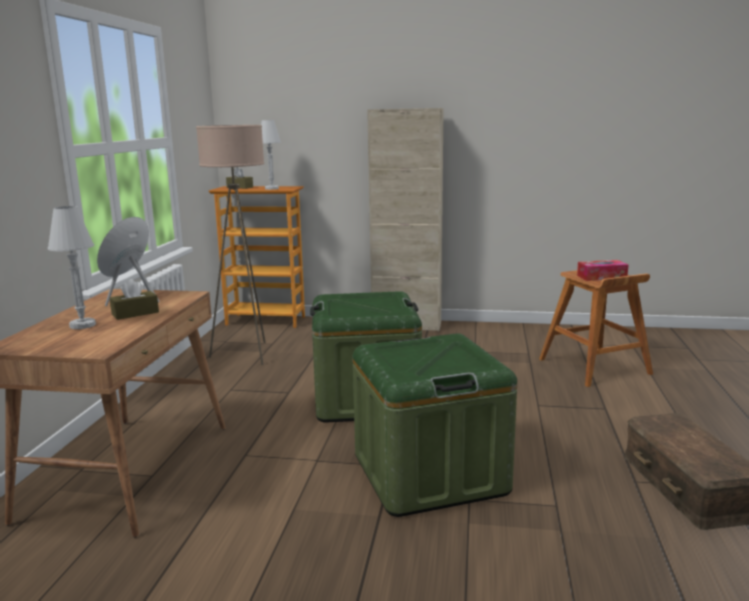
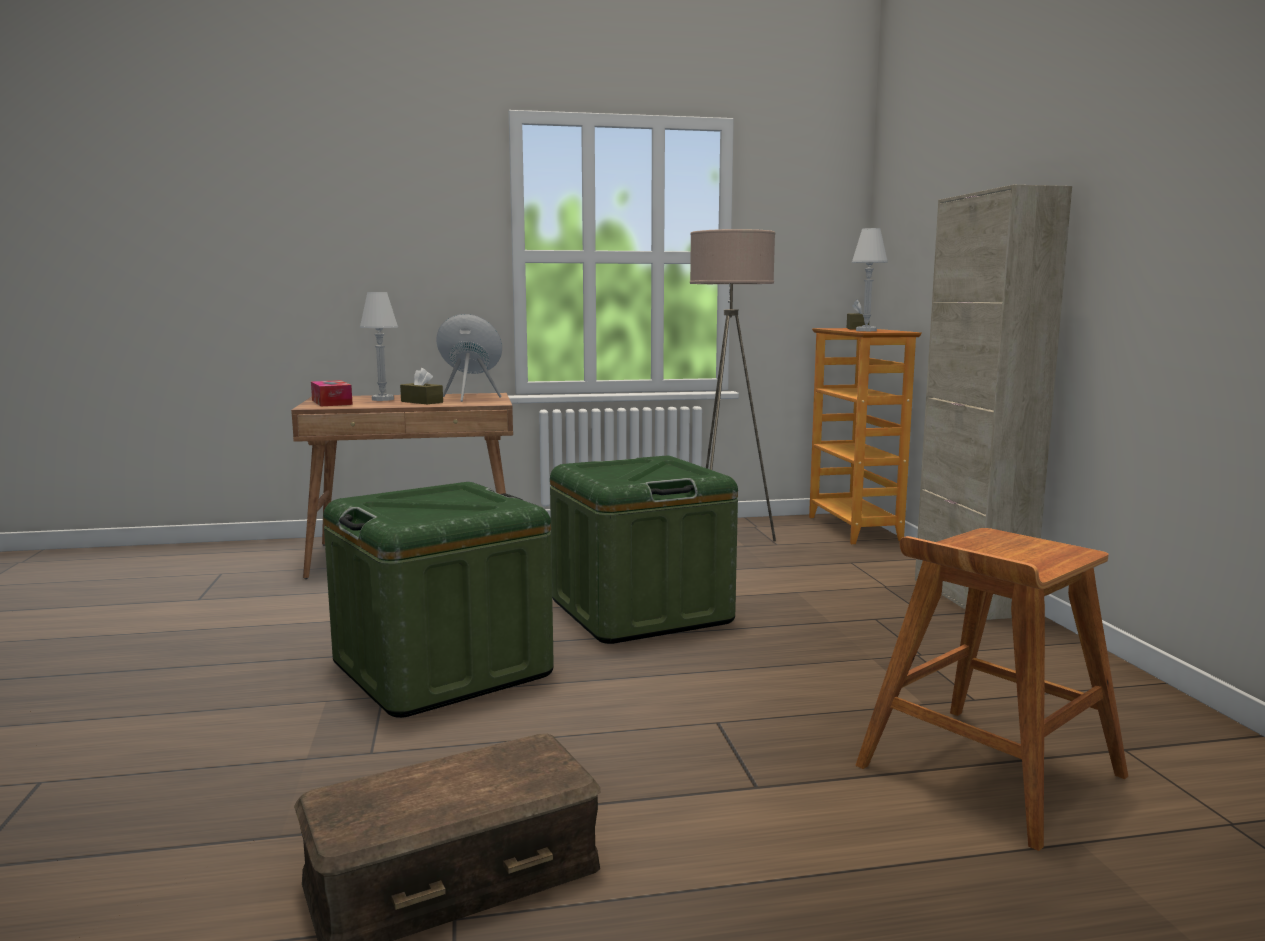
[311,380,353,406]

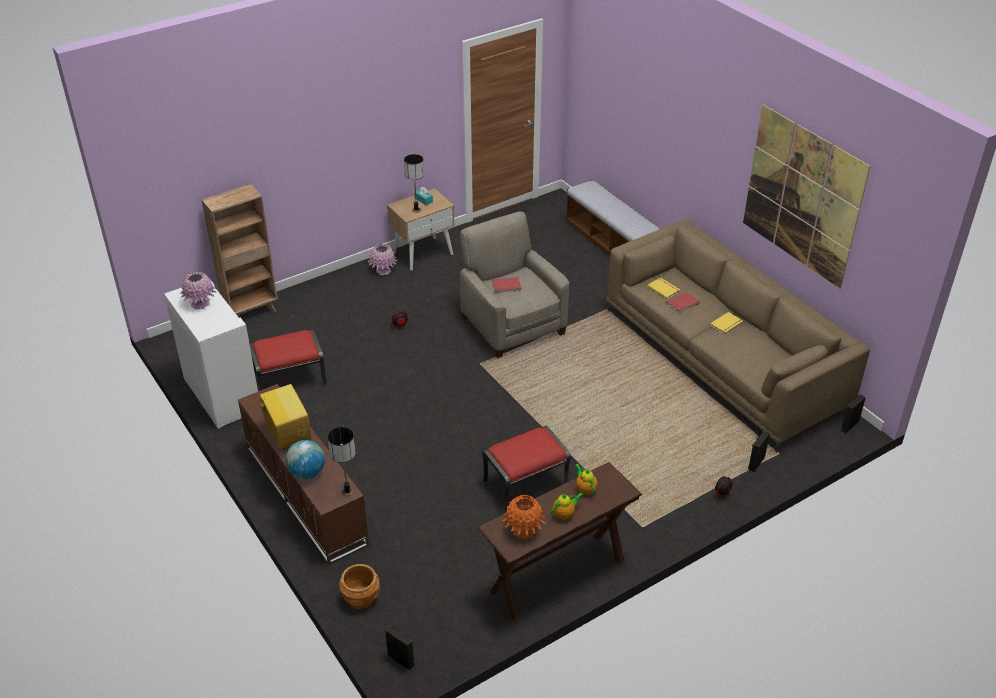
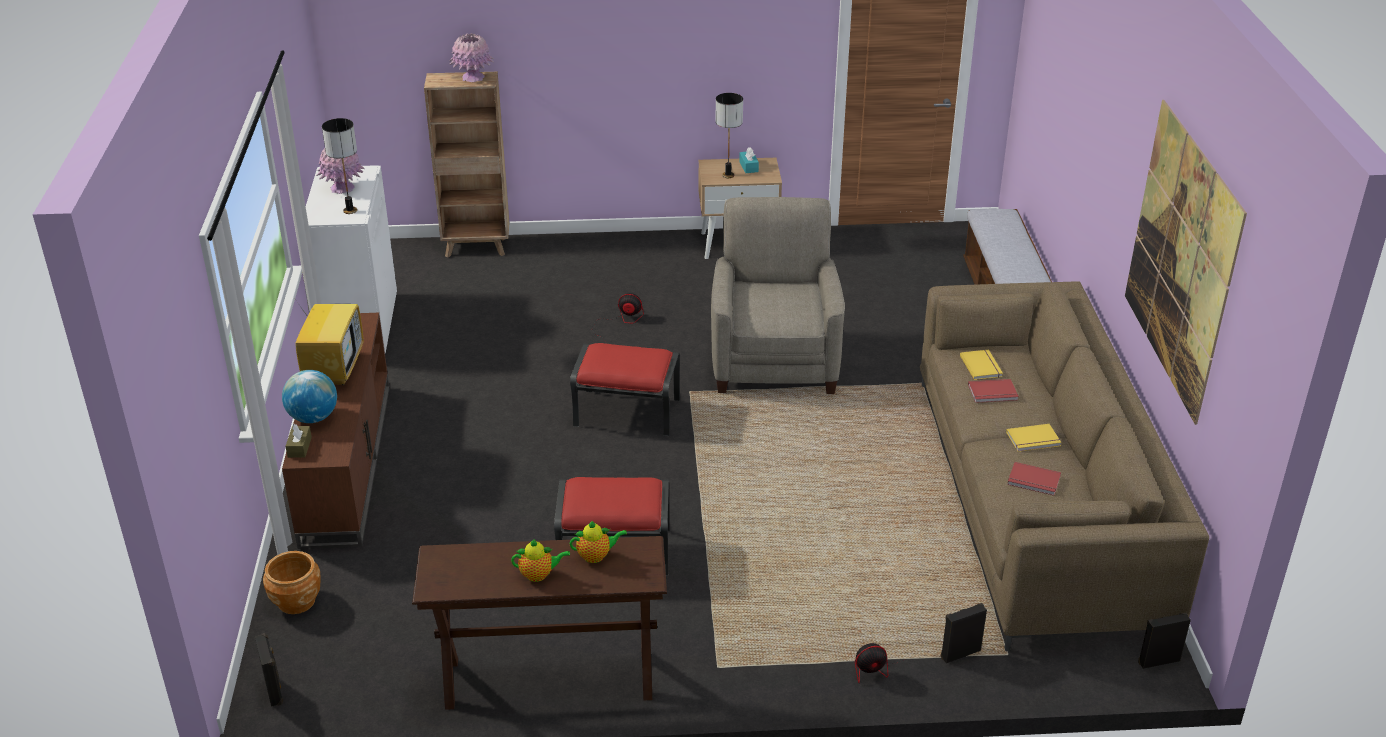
[449,33,494,82]
[1007,462,1061,496]
[570,343,680,436]
[322,118,357,214]
[570,521,627,563]
[503,495,546,539] (first image)
[285,424,312,458]

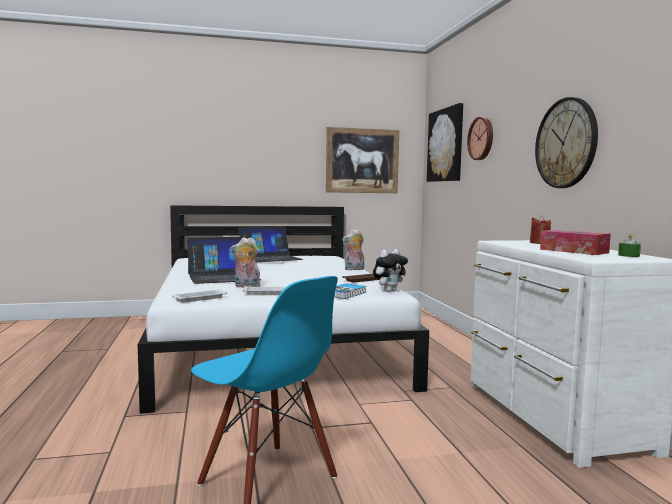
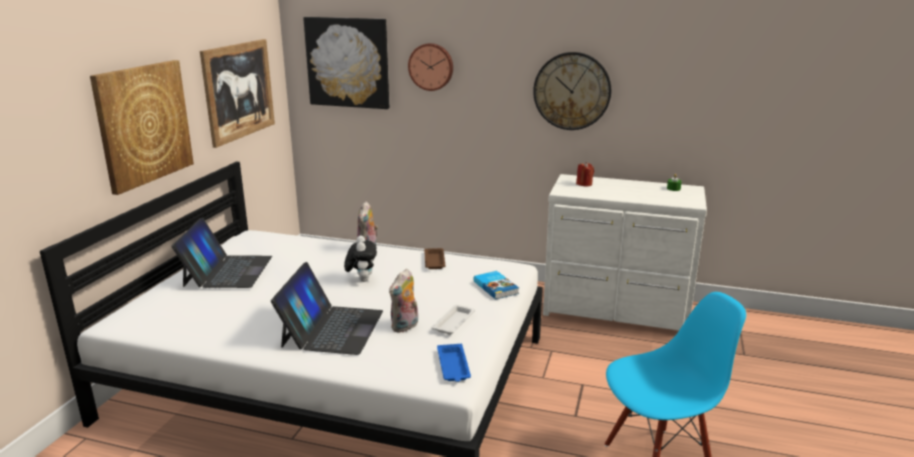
[540,230,611,255] (first image)
[344,235,377,282]
[437,344,471,382]
[90,60,194,195]

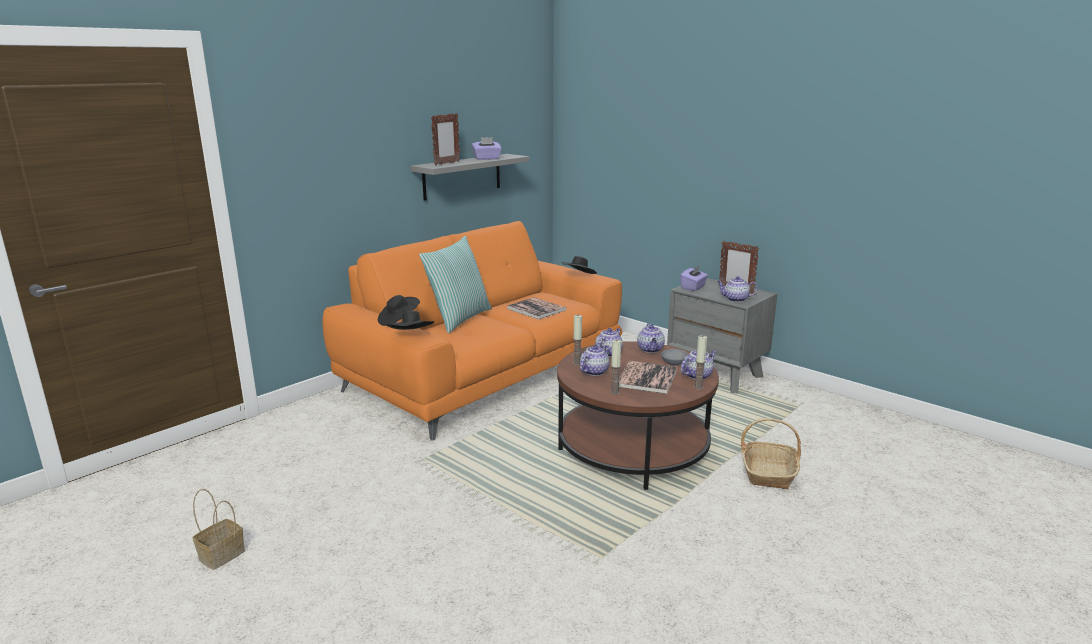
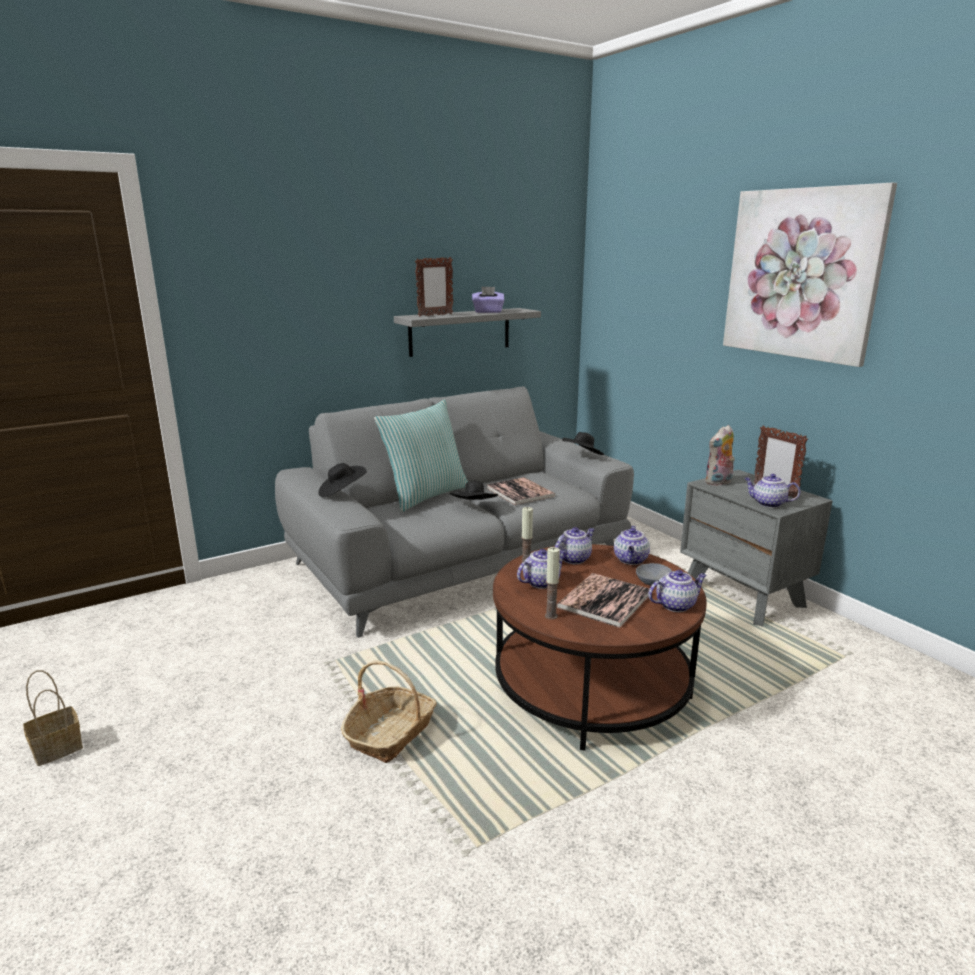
[275,386,634,638]
[705,425,735,486]
[450,481,498,500]
[694,335,707,390] (first image)
[341,660,437,763]
[723,183,897,367]

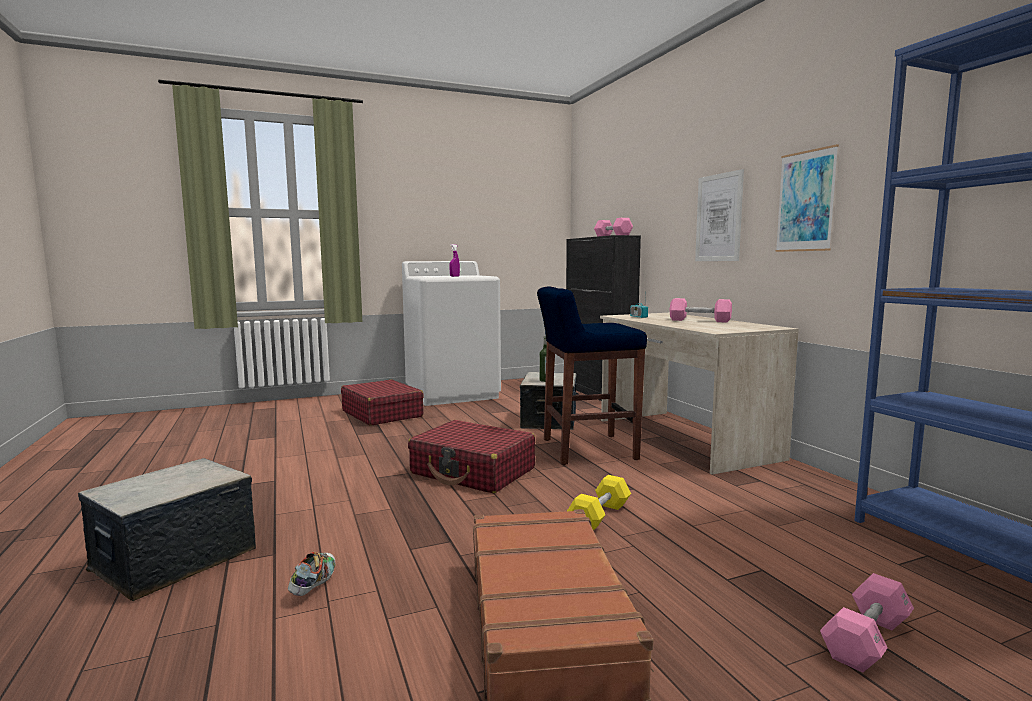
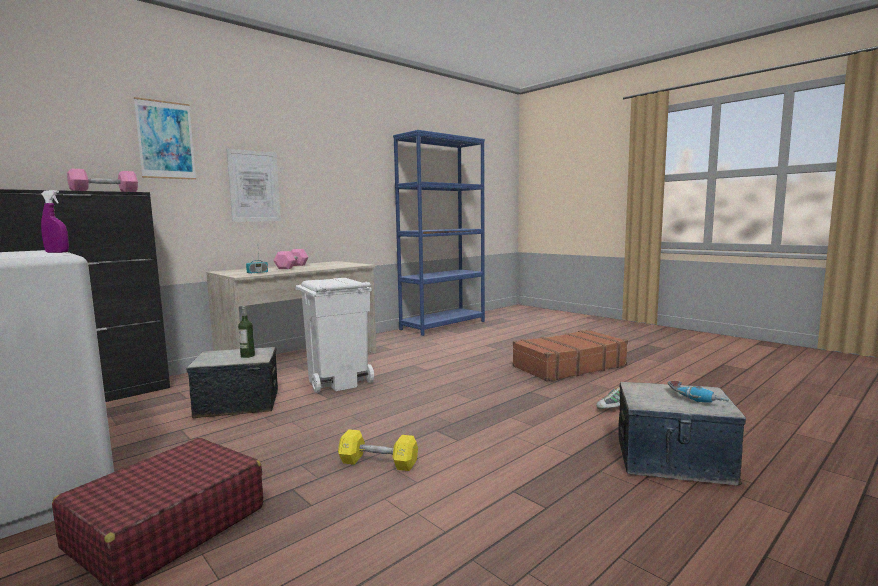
[134,97,196,180]
[295,278,374,393]
[408,420,535,493] (first image)
[338,429,418,471]
[820,573,914,673] (first image)
[668,381,729,403]

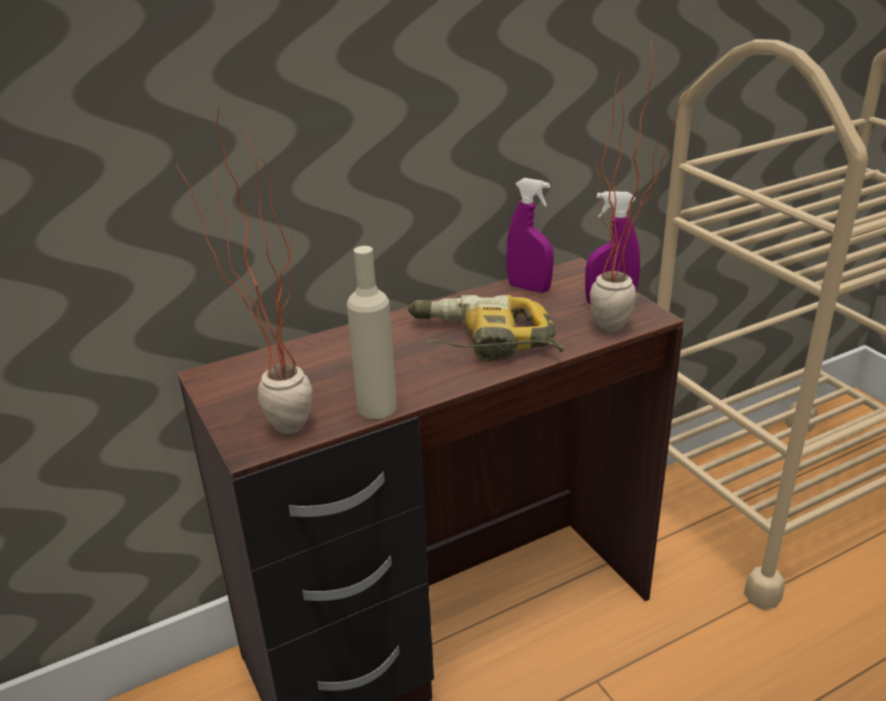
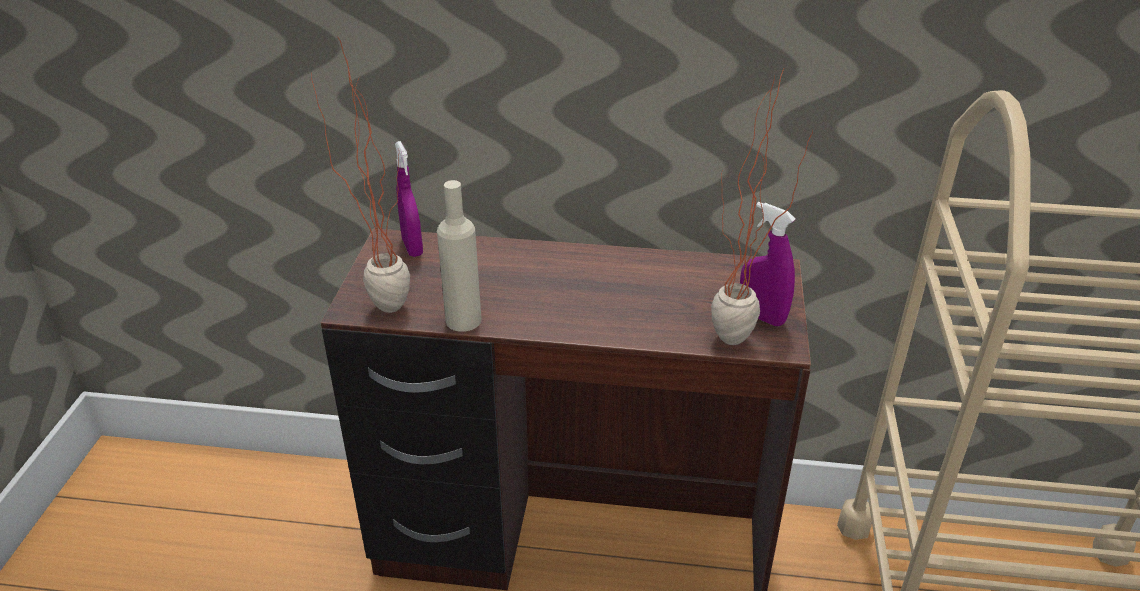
[395,141,423,257]
[408,295,564,361] (first image)

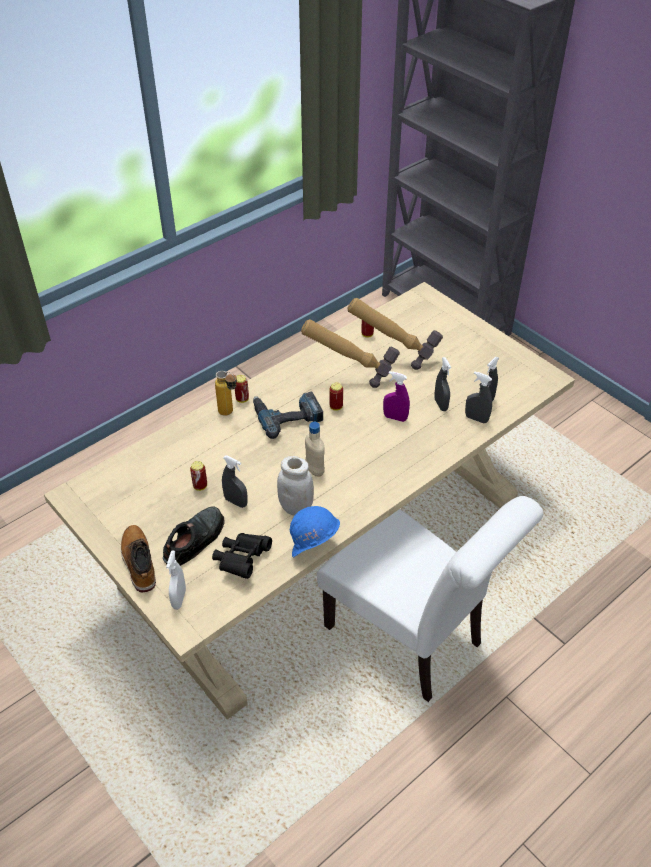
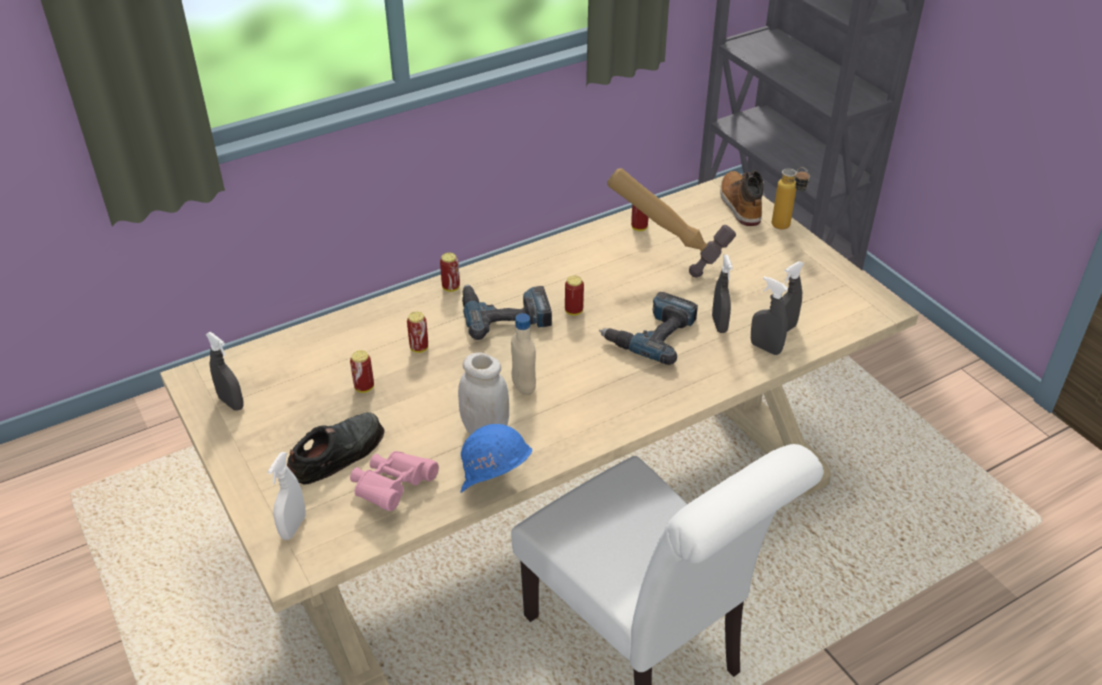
[301,319,400,388] (first image)
[772,167,810,229]
[599,292,698,365]
[205,332,244,411]
[720,171,764,226]
[350,451,439,511]
[407,312,428,353]

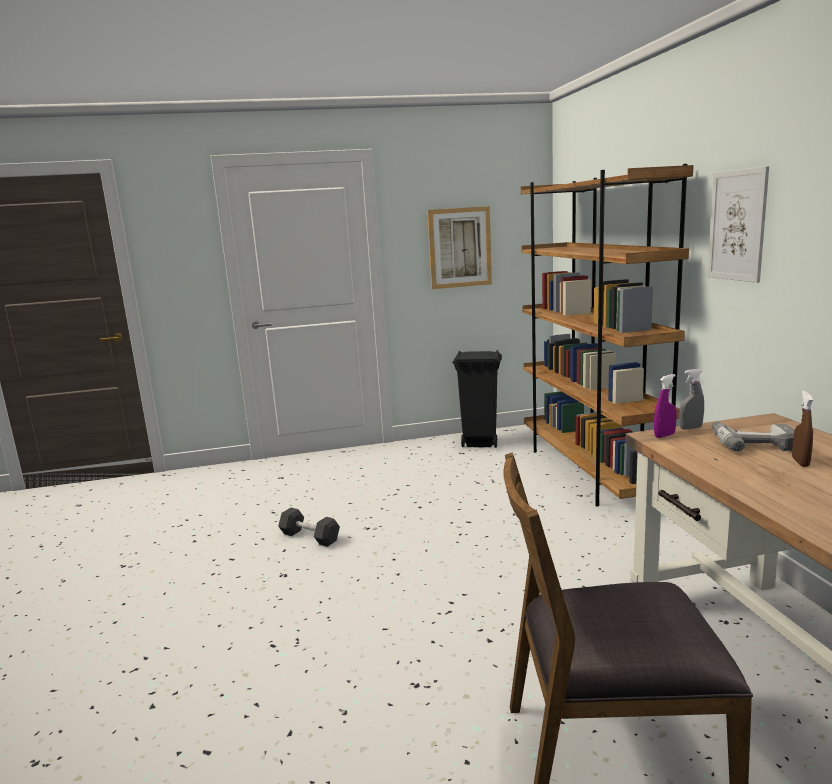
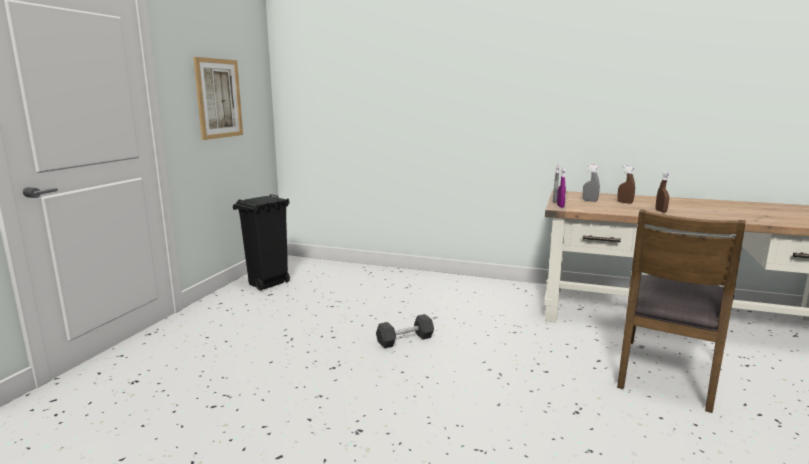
[521,164,694,506] (first image)
[707,166,769,283] (first image)
[583,164,600,202]
[376,314,434,349]
[656,172,671,212]

